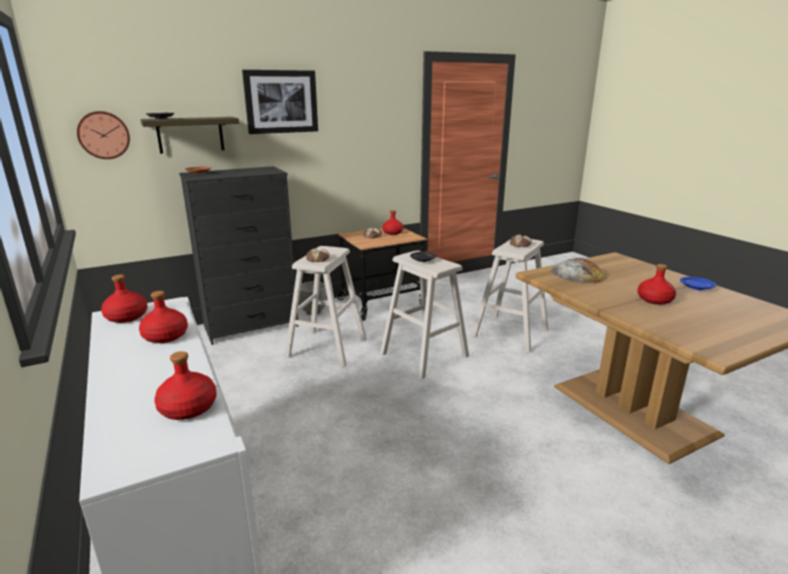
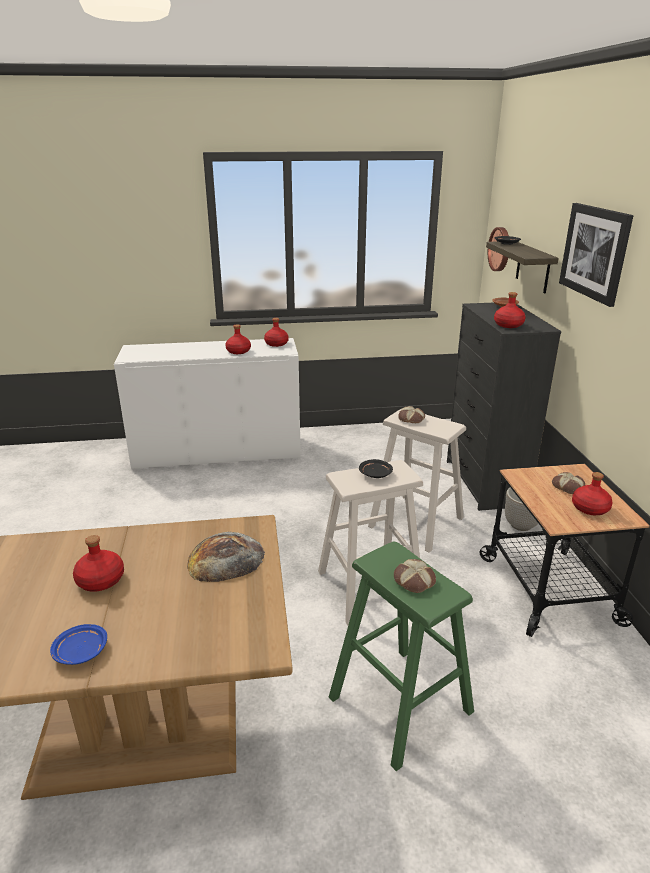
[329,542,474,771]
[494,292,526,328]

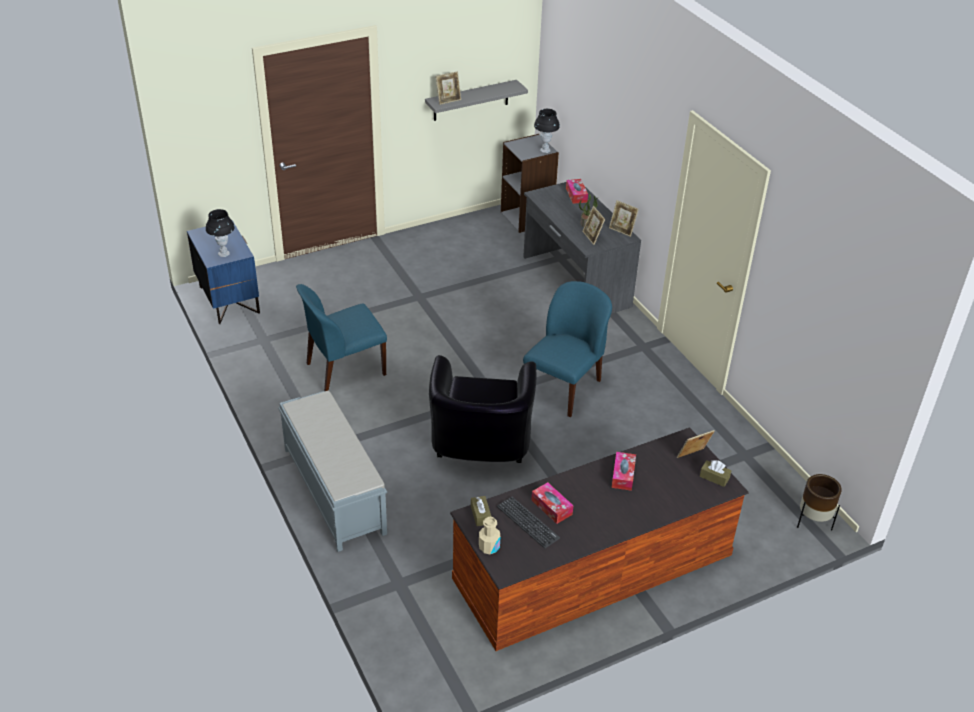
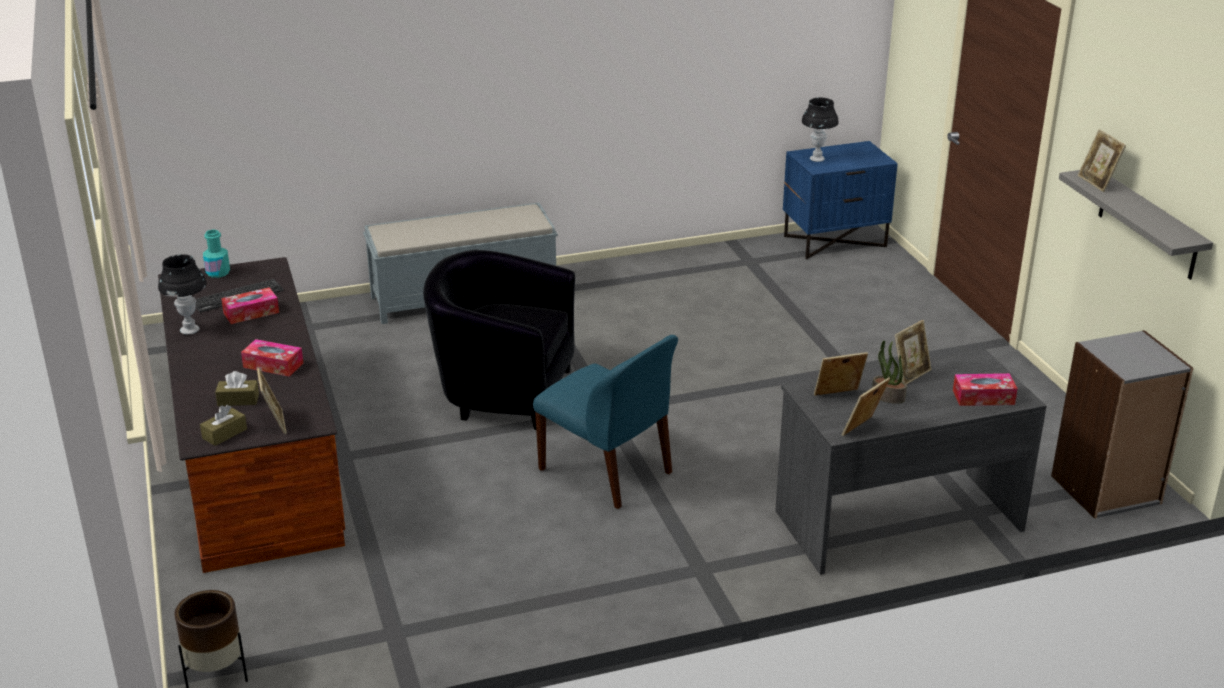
[158,254,207,335]
[296,284,387,391] (first image)
[215,371,259,406]
[203,230,230,278]
[895,320,932,385]

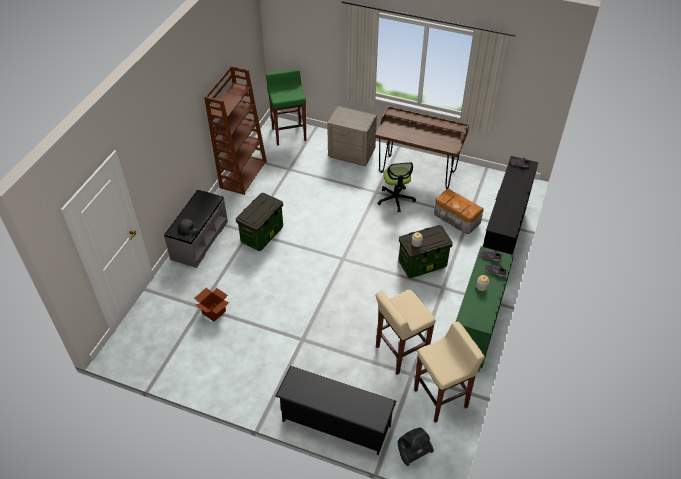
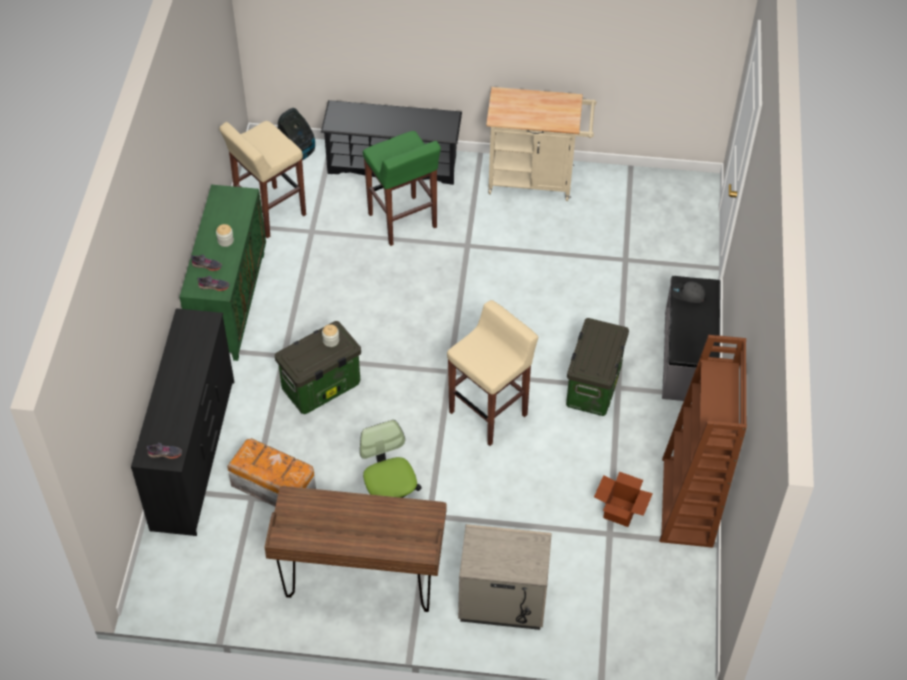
[363,131,441,246]
[594,471,653,527]
[447,300,539,446]
[486,87,596,201]

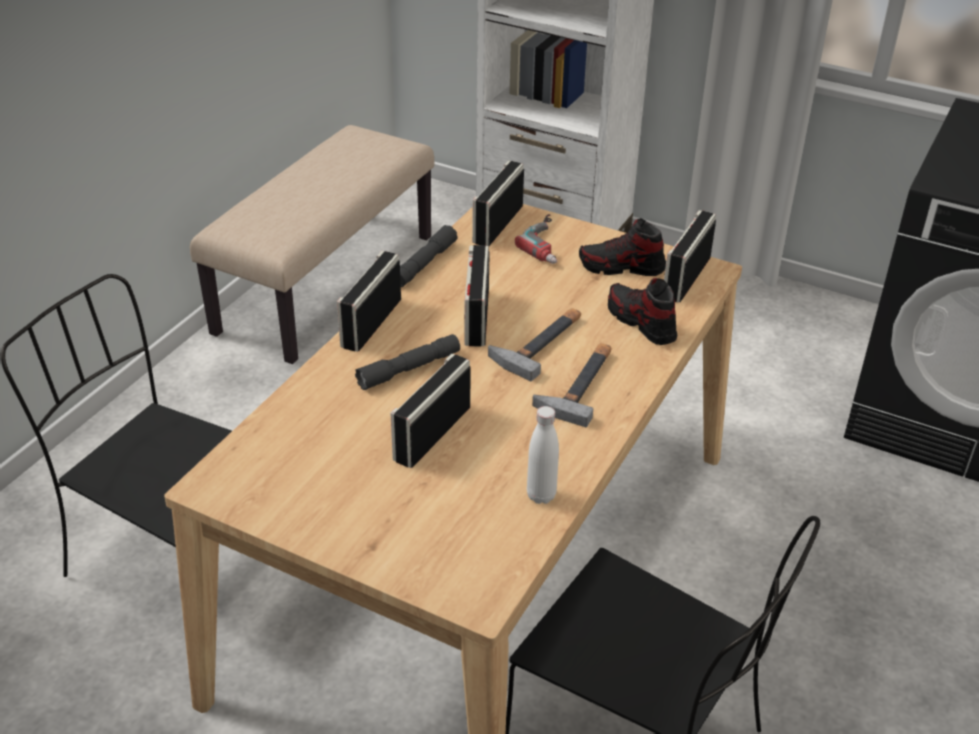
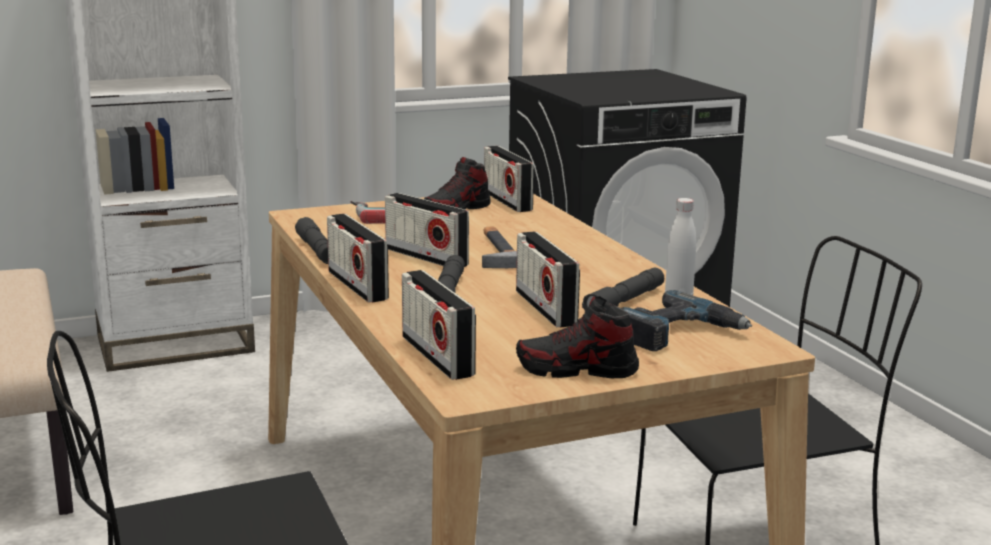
[402,270,476,380]
[516,296,639,378]
[532,343,611,427] (first image)
[582,268,664,313]
[621,290,752,351]

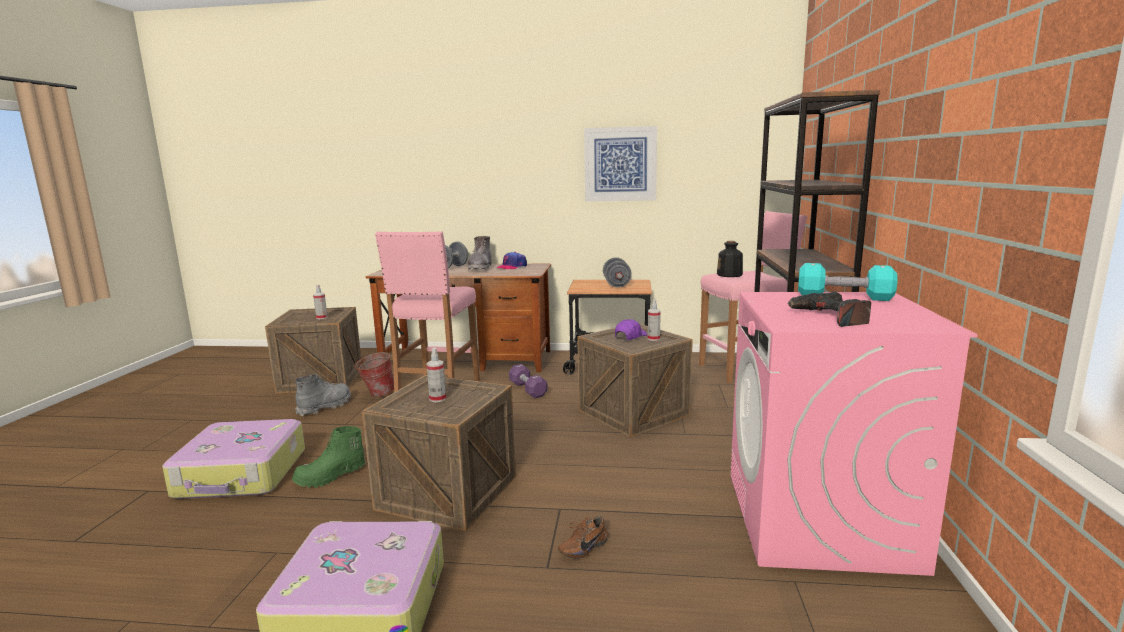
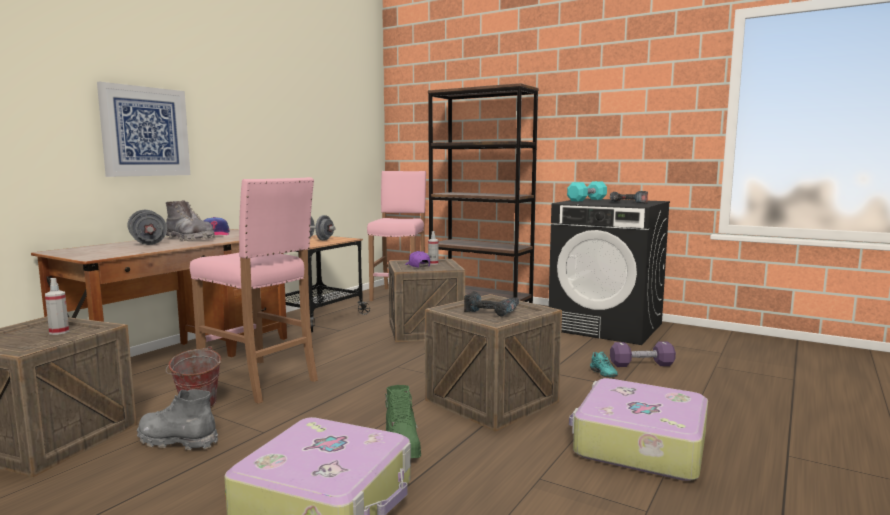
[97,82,190,177]
[717,241,743,277] (first image)
[548,199,670,345]
[464,291,519,316]
[610,341,676,367]
[137,389,218,450]
[590,351,618,377]

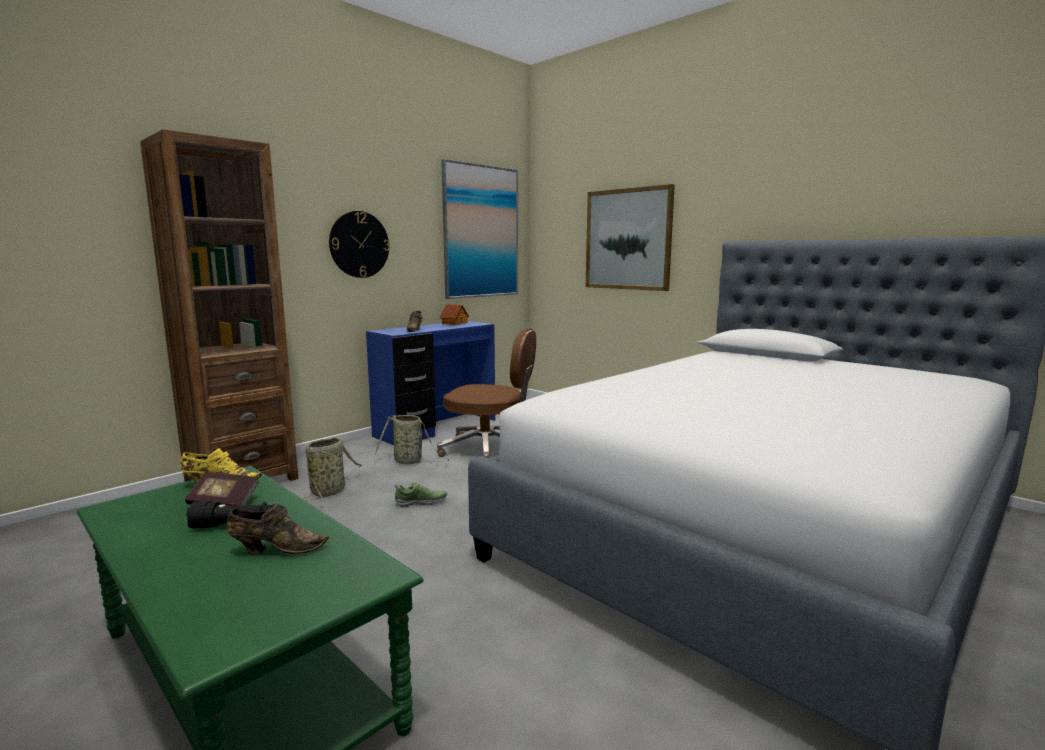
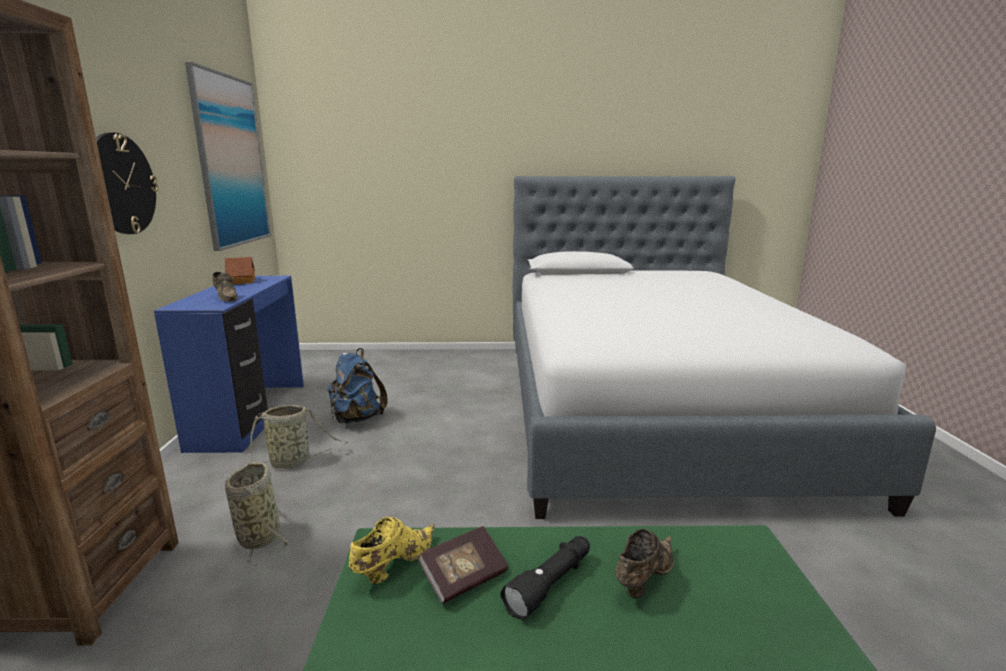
[586,184,675,291] (first image)
[328,348,388,424]
[394,483,447,507] (first image)

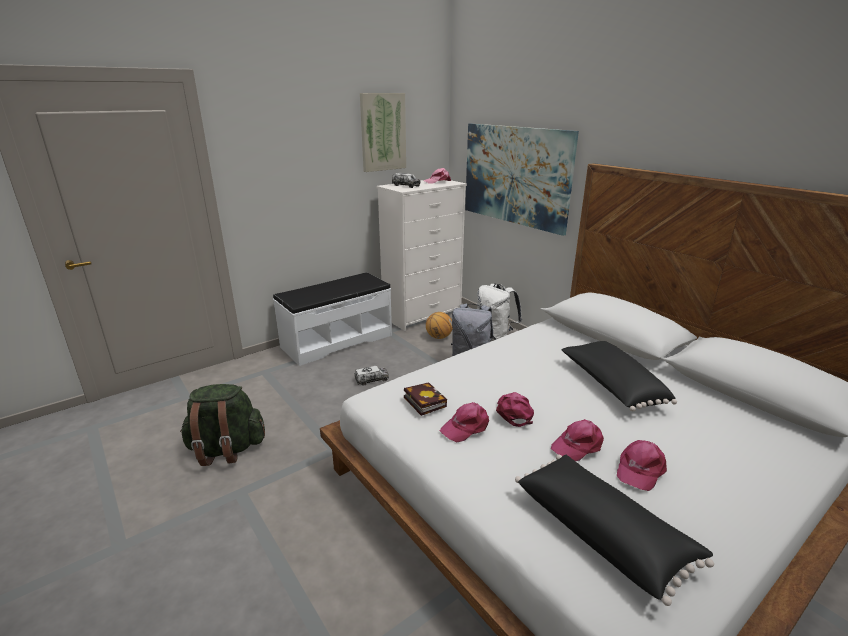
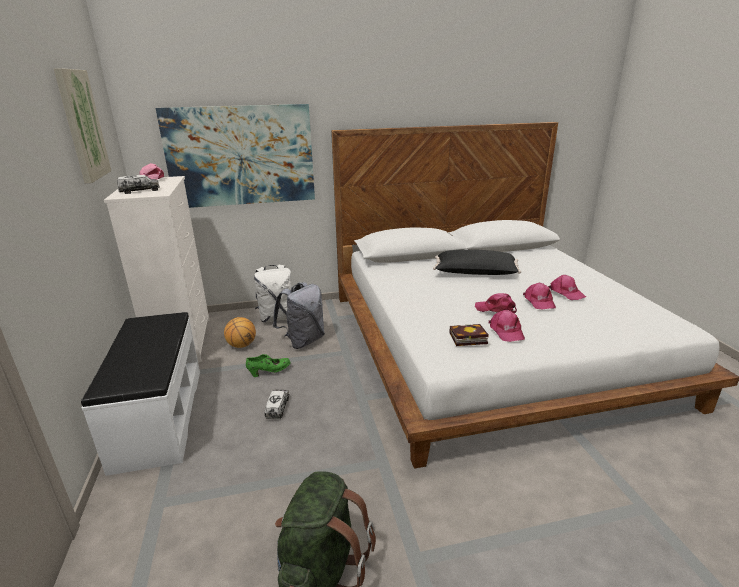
[515,455,714,606] (first image)
[246,354,291,377]

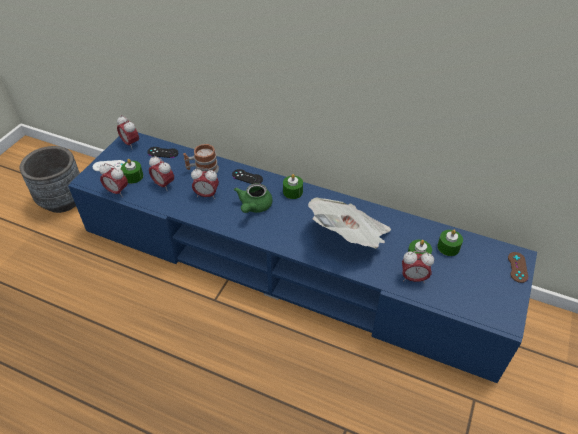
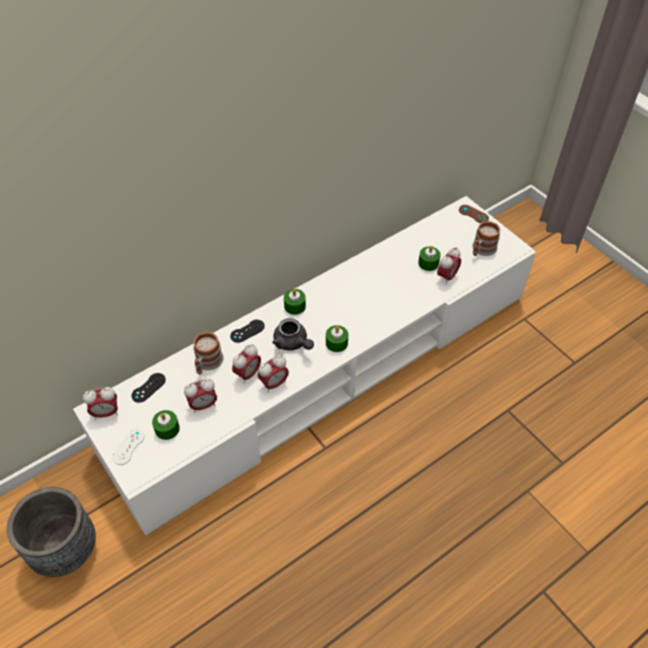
[73,196,536,535]
[258,355,289,392]
[273,318,314,351]
[308,198,391,248] (first image)
[326,325,348,352]
[472,221,500,256]

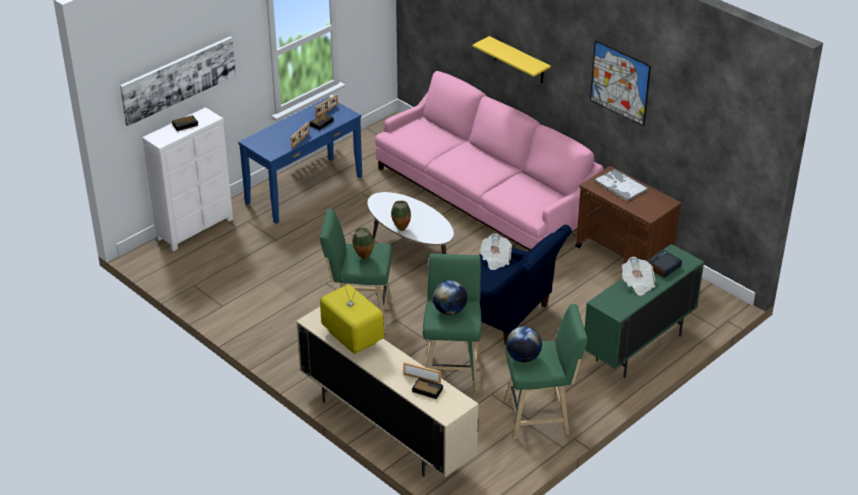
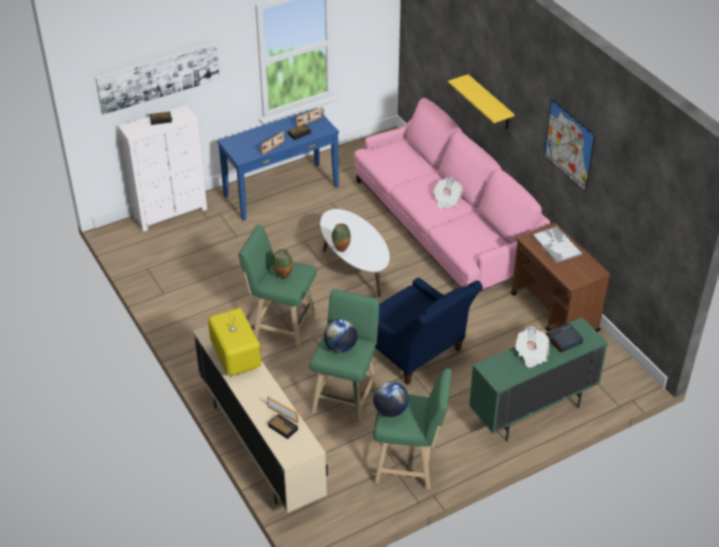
[433,177,463,209]

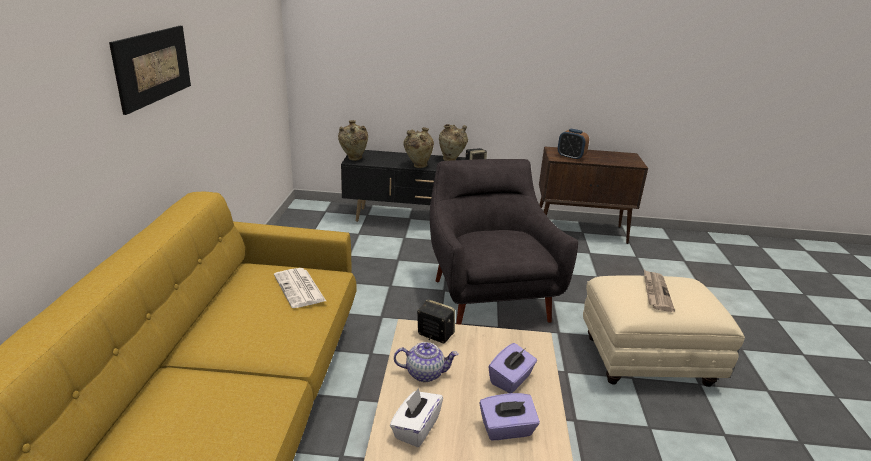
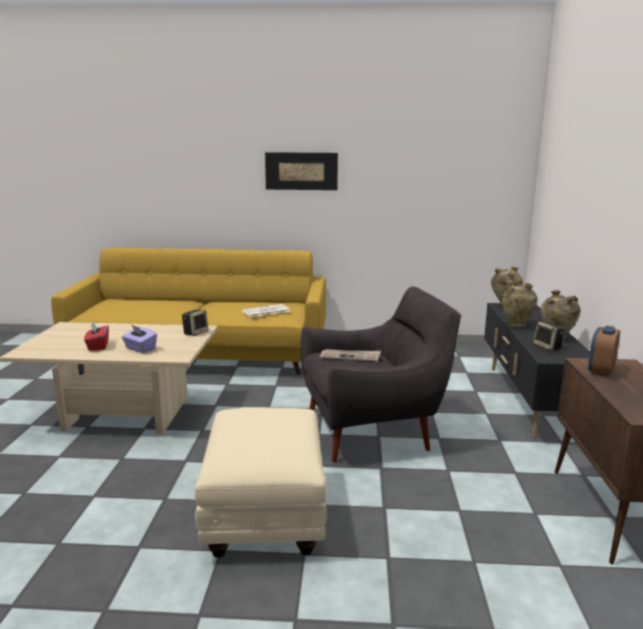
[320,349,381,362]
[394,342,459,382] (first image)
[390,388,443,447] (first image)
[84,321,109,351]

